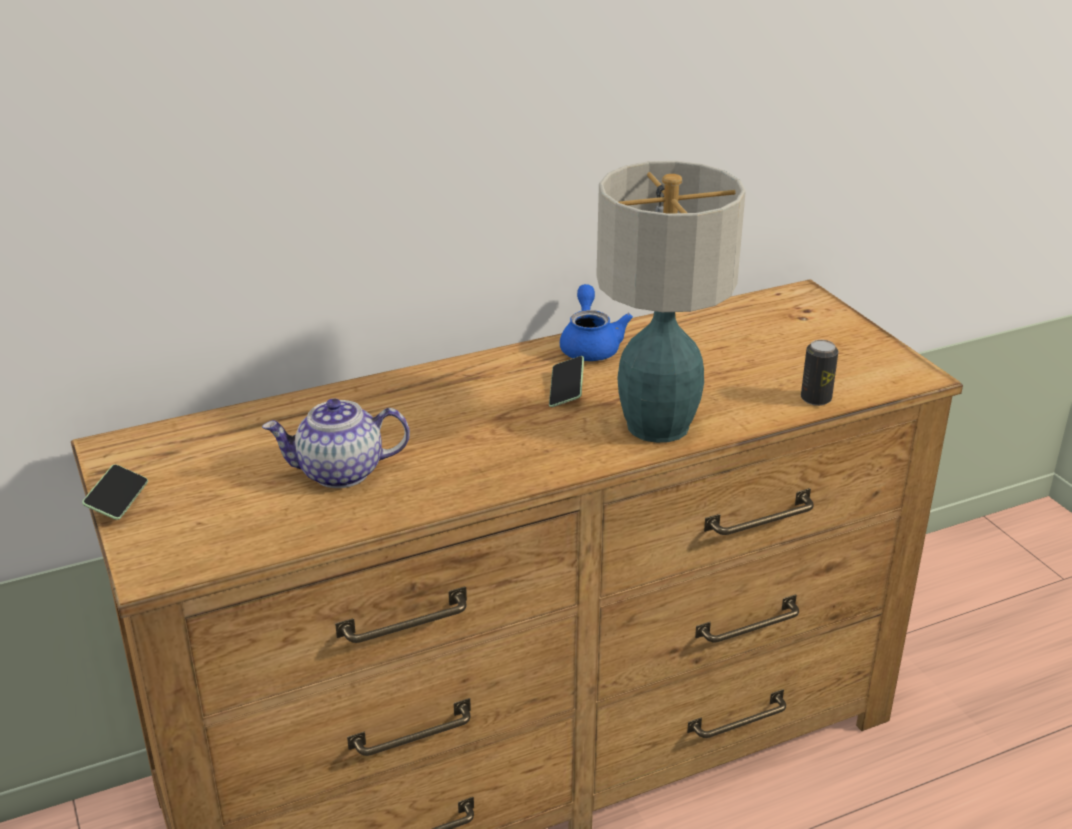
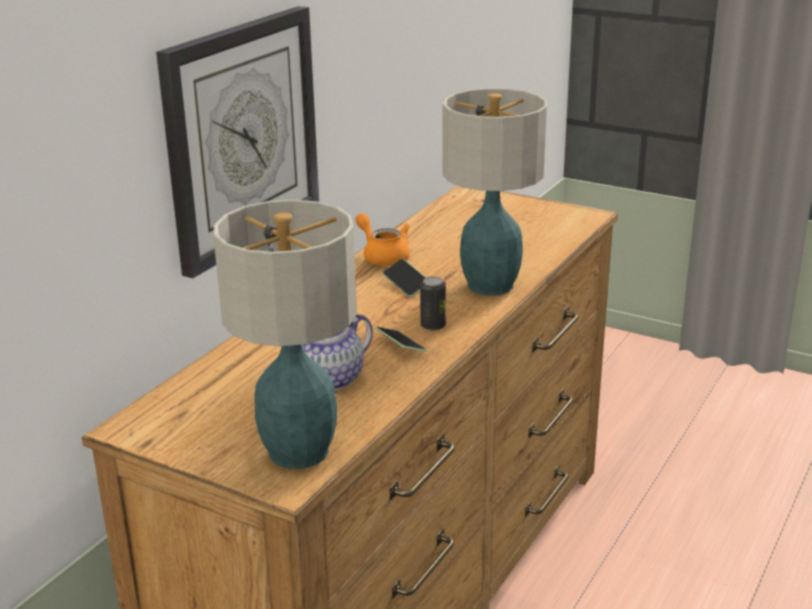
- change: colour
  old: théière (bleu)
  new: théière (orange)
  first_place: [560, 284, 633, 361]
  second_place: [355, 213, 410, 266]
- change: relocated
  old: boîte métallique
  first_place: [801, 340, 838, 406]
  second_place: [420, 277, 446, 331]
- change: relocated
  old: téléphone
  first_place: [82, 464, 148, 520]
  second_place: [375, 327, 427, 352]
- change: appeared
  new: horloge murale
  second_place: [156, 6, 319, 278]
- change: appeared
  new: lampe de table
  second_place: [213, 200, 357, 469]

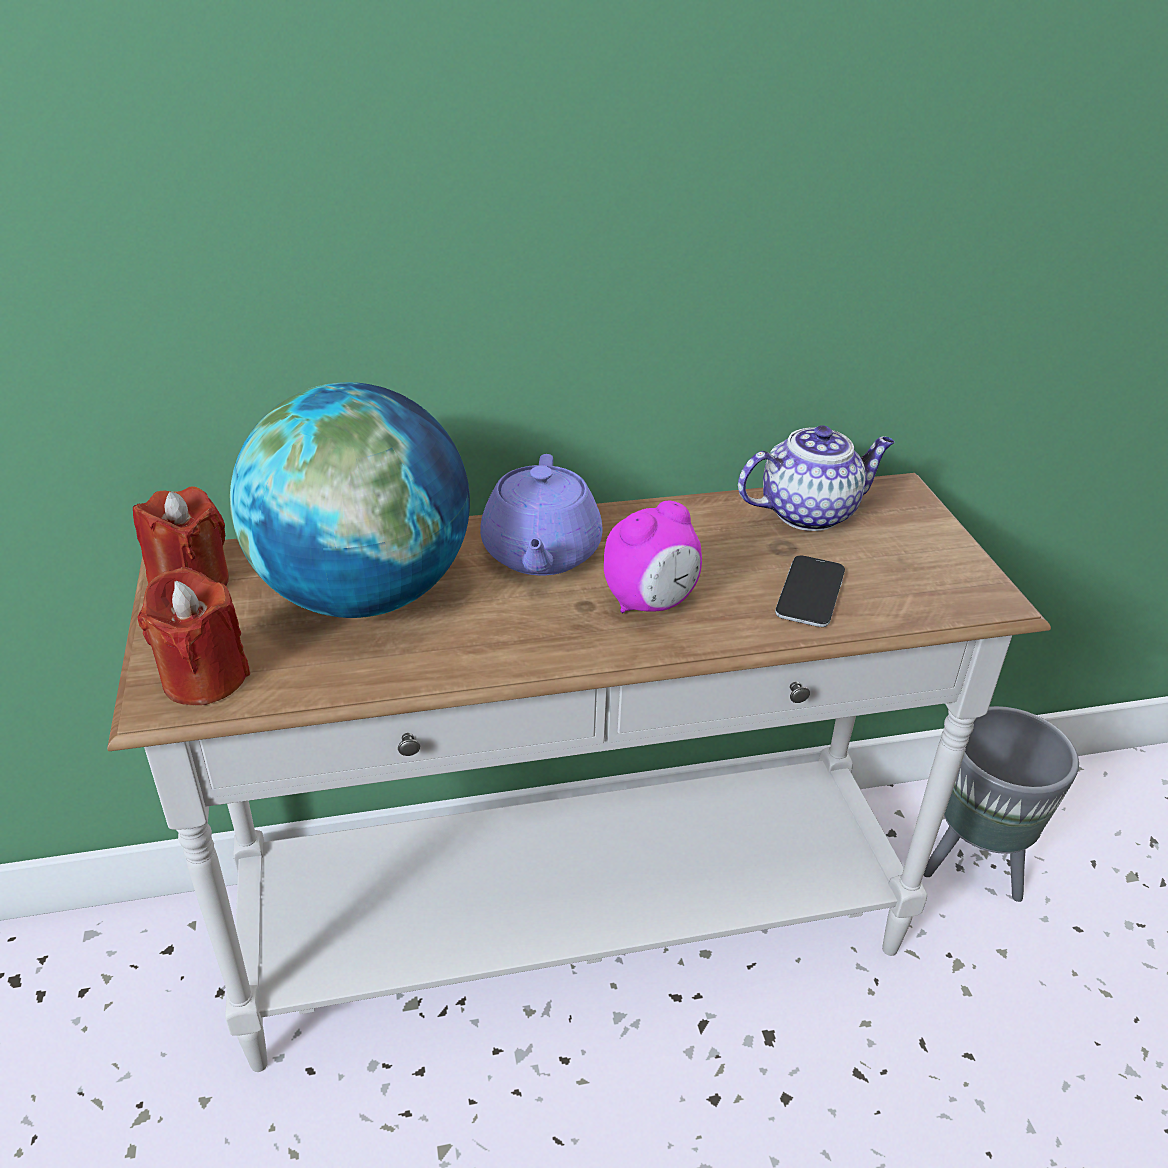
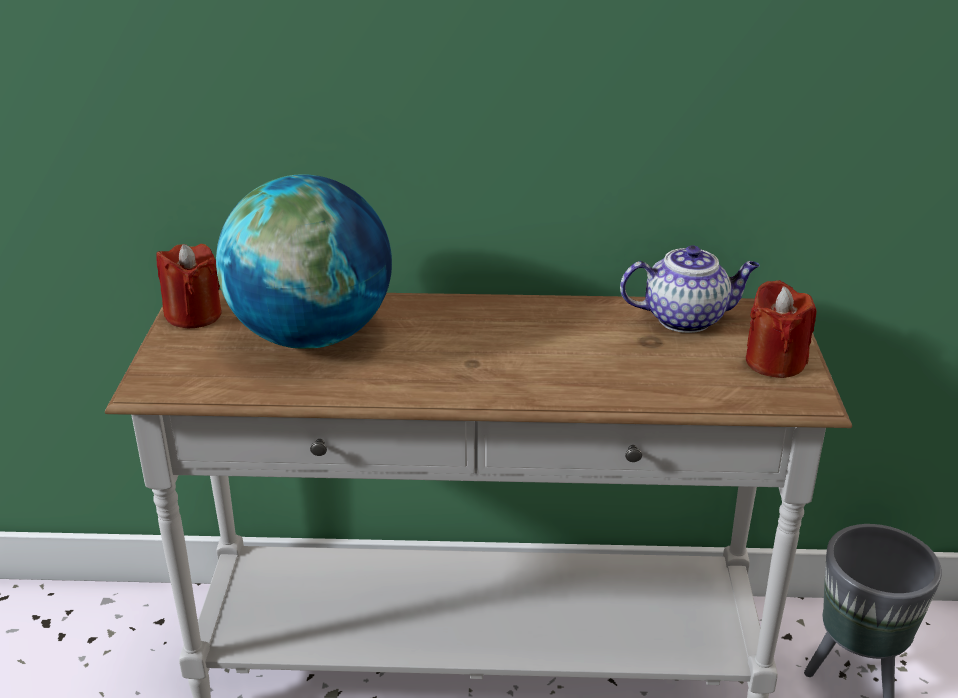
- change: missing
  old: théière (violet)
  first_place: [480, 454, 603, 575]
- change: missing
  old: réveil
  first_place: [604, 501, 702, 613]
- change: missing
  old: téléphone
  first_place: [775, 556, 845, 627]
- change: relocated
  old: bougie (rouge)
  first_place: [137, 567, 250, 705]
  second_place: [746, 280, 816, 378]

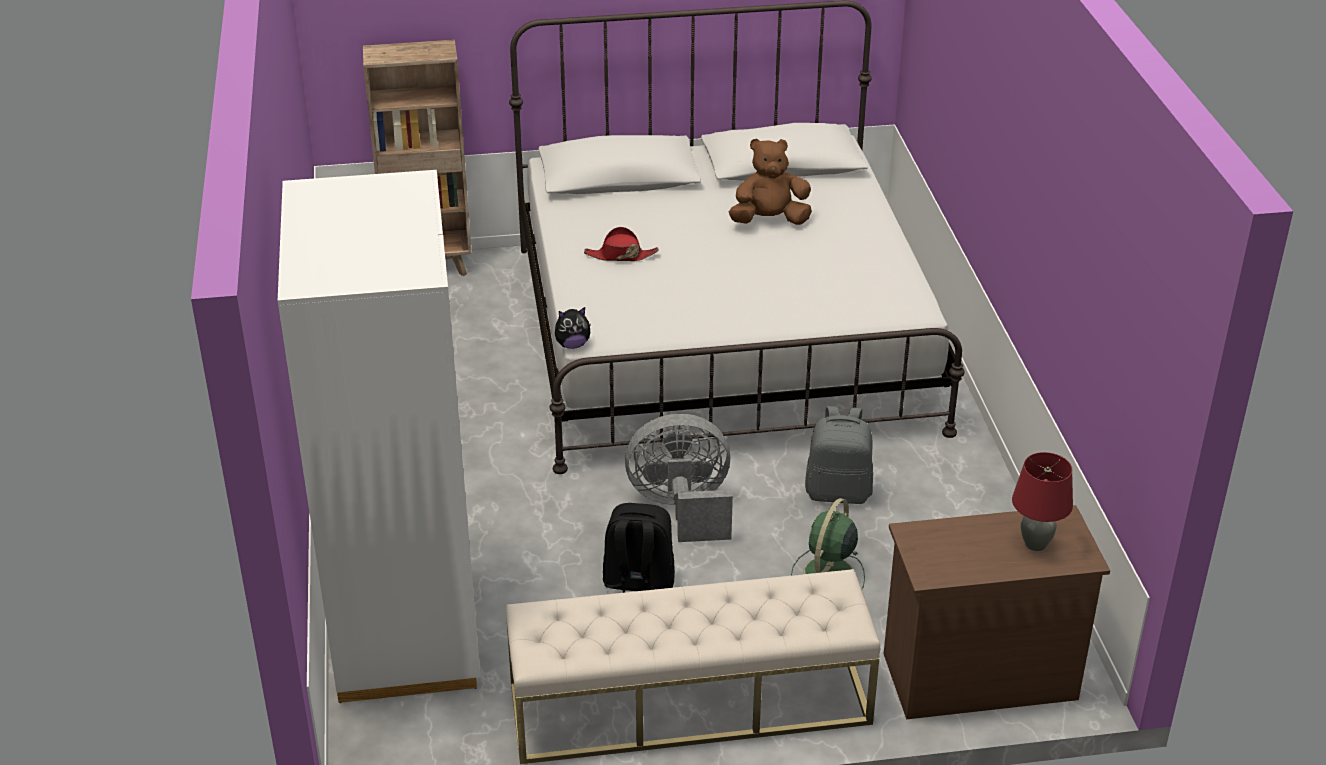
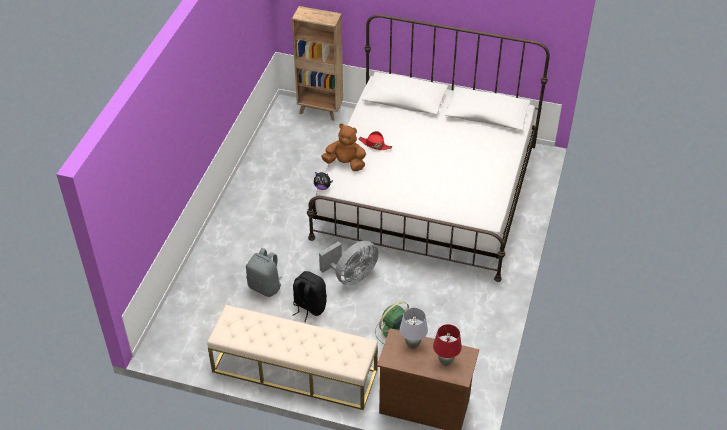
- change: relocated
  old: peluche (marron)
  first_place: [729, 138, 812, 225]
  second_place: [321, 124, 366, 171]
- change: missing
  old: armoire (blanc)
  first_place: [278, 170, 481, 703]
- change: relocated
  old: sac à dos (gris)
  first_place: [805, 406, 873, 504]
  second_place: [246, 248, 282, 297]
- change: spun
  old: ventilateur (gris)
  first_place: [625, 414, 733, 542]
  second_place: [319, 241, 379, 285]
  degrees: 120
- change: appeared
  new: lampe de table (gris)
  second_place: [400, 308, 428, 349]

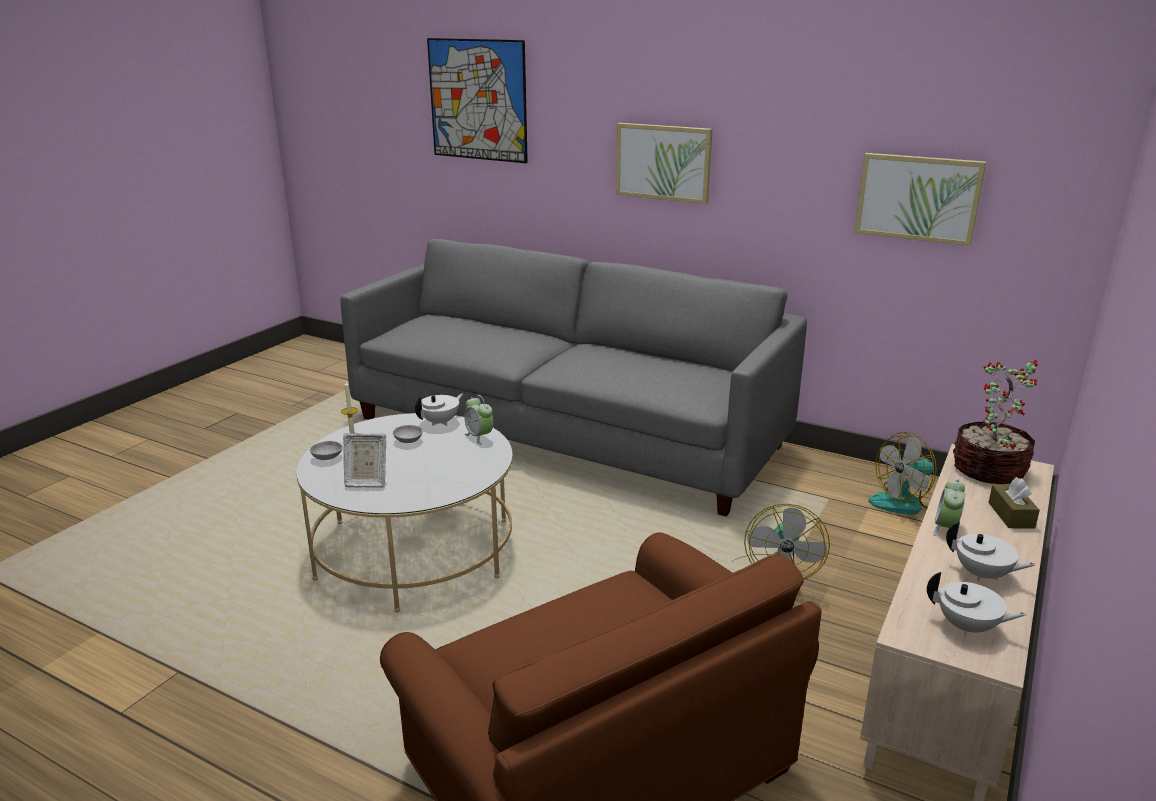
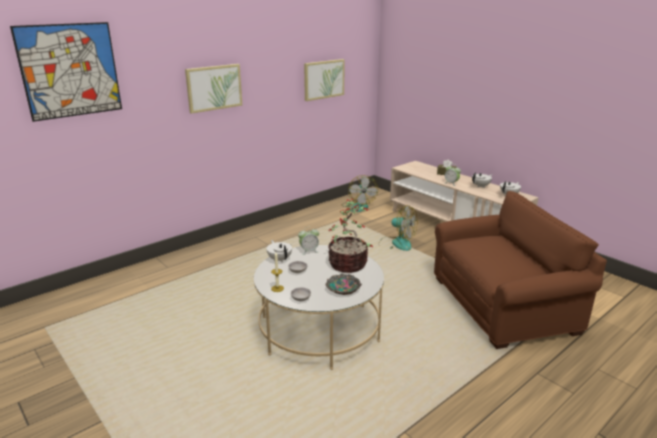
- change: missing
  old: canapé (gris)
  first_place: [340, 239, 807, 517]
- change: relocated
  old: plante en pot
  first_place: [953, 360, 1038, 484]
  second_place: [328, 198, 373, 273]
- change: exchanged
  old: cadre photo
  new: bol
  first_place: [343, 433, 387, 487]
  second_place: [325, 273, 362, 295]

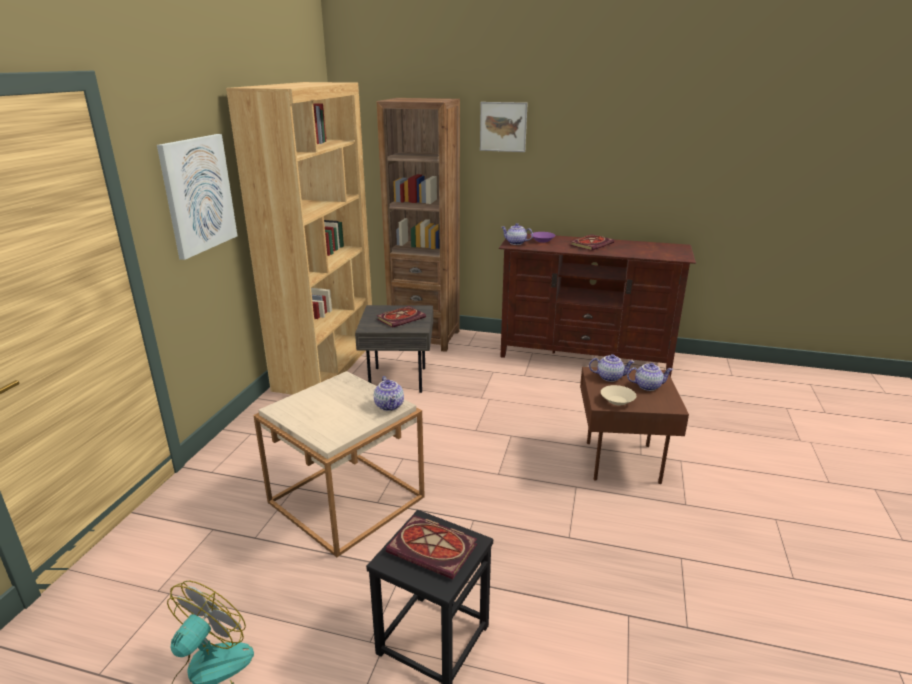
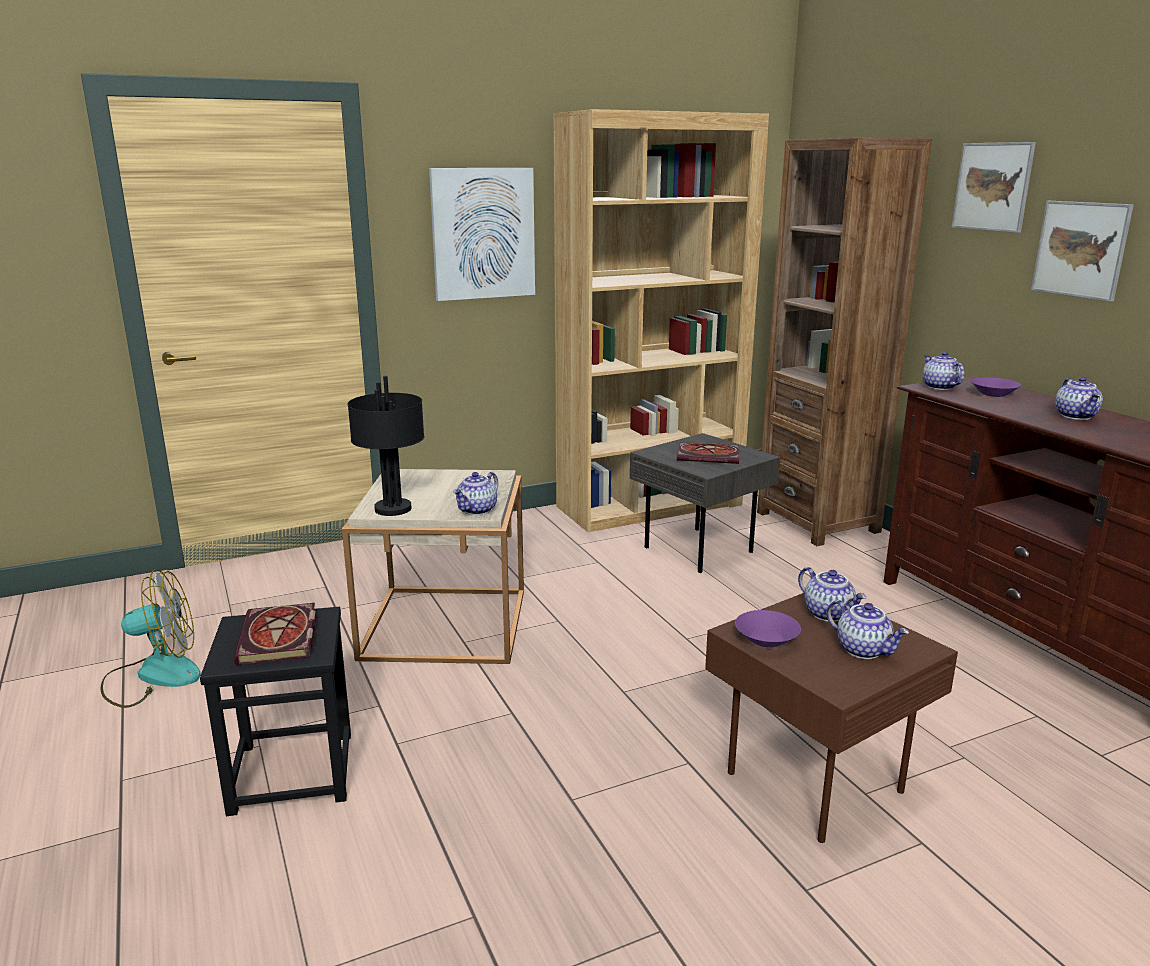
- change: exchanged
  old: livre
  new: théière
  first_place: [570, 234, 614, 251]
  second_place: [1055, 377, 1103, 420]
- change: colour
  old: bol (beige)
  new: bol (violet)
  first_place: [601, 385, 636, 406]
  second_place: [735, 610, 801, 647]
- change: appeared
  new: tableau
  second_place: [1031, 201, 1134, 302]
- change: appeared
  new: lampe de table (noir)
  second_place: [348, 376, 424, 516]

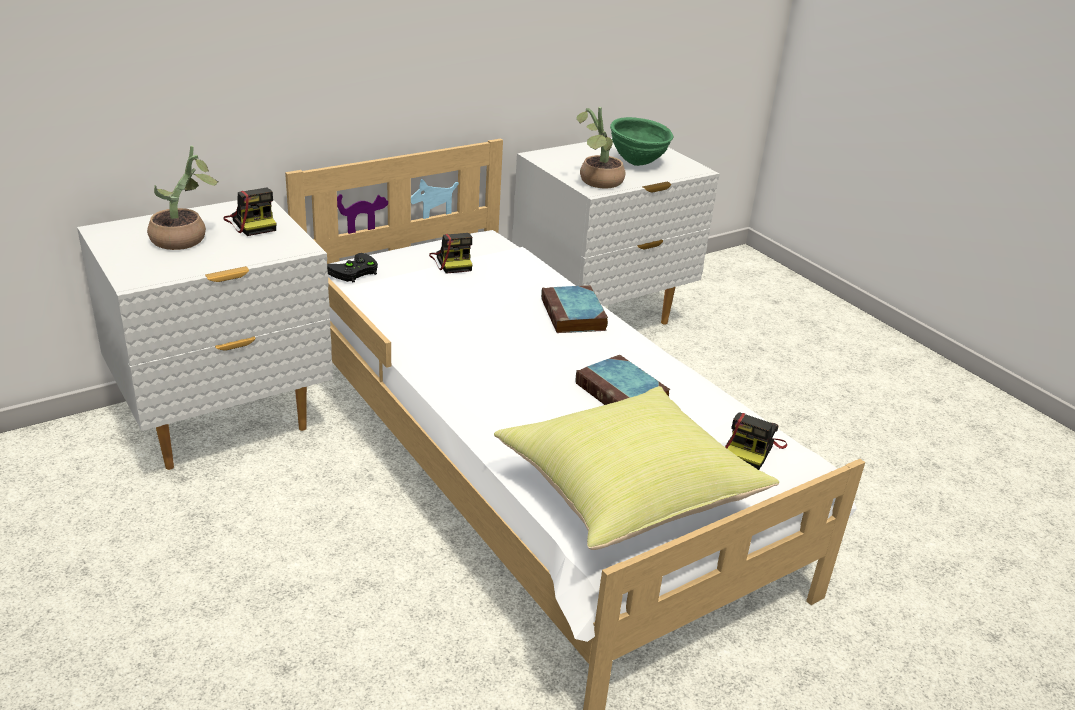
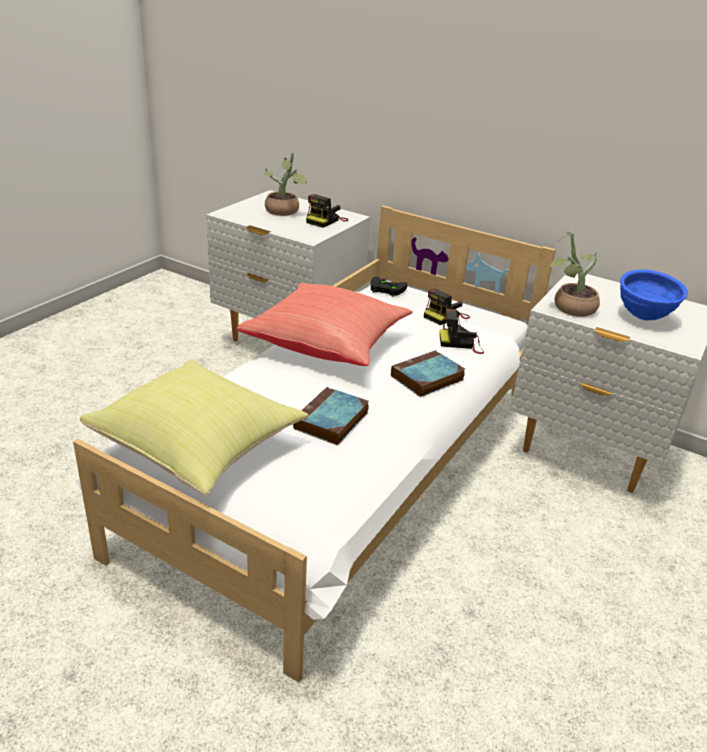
- change: colour
  old: bol (vert)
  new: bol (bleu)
  first_place: [610, 117, 673, 166]
  second_place: [620, 269, 688, 320]
- change: relocated
  old: appareil photo
  first_place: [725, 413, 787, 470]
  second_place: [440, 308, 484, 354]
- change: appeared
  new: coussin (rouge)
  second_place: [237, 283, 413, 366]

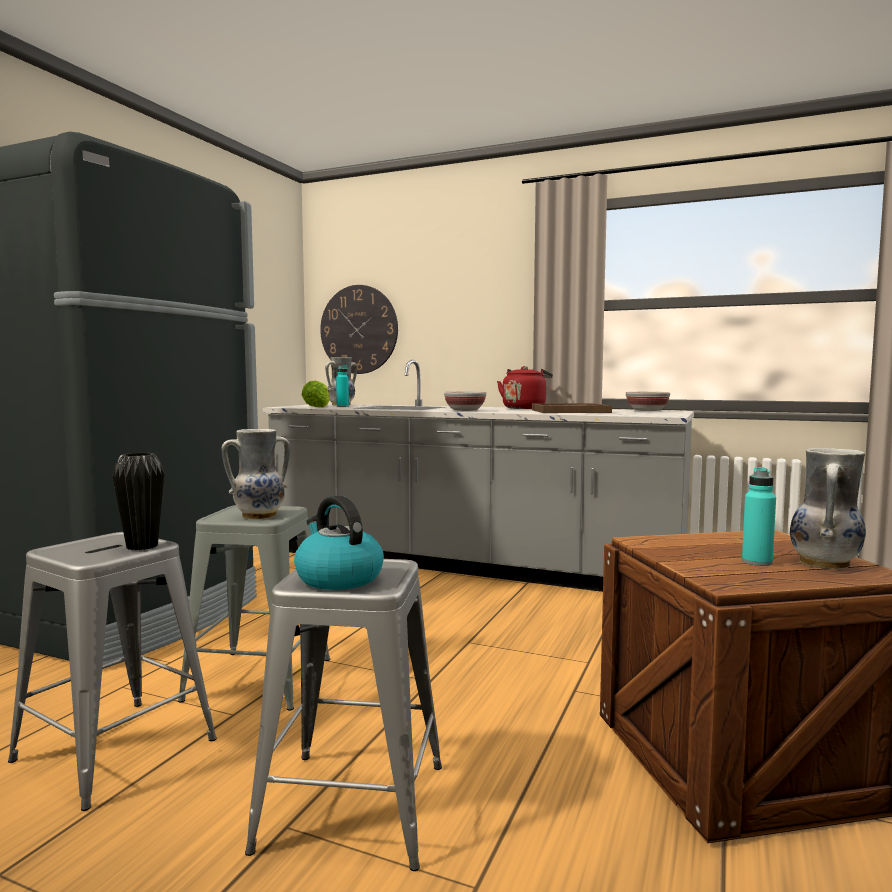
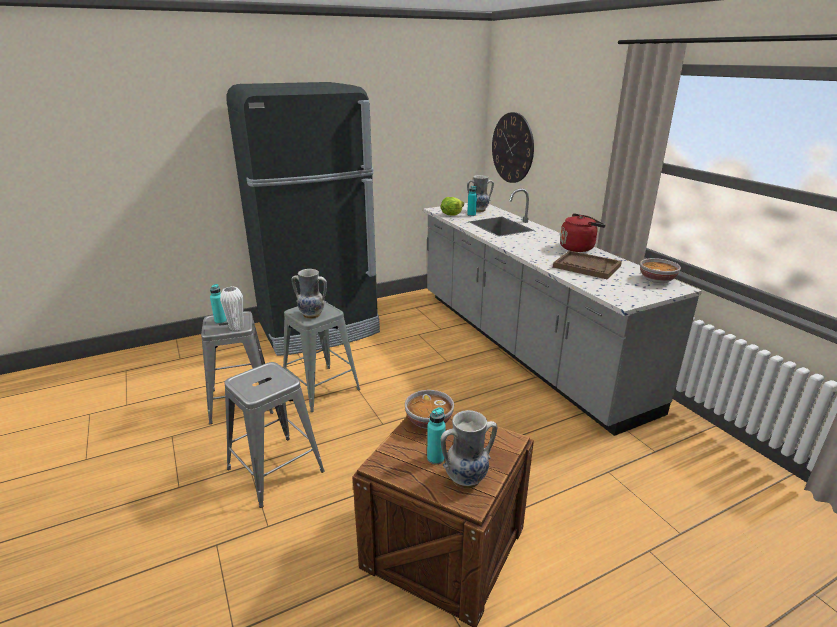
- change: relocated
  old: bol
  first_place: [444, 391, 486, 411]
  second_place: [405, 390, 454, 429]
- change: colour
  old: vase (noir)
  new: vase (blanc)
  first_place: [112, 453, 164, 550]
  second_place: [220, 286, 243, 331]
- change: missing
  old: bouilloire
  first_place: [294, 496, 384, 590]
- change: appeared
  new: bouteille (turquoise)
  second_place: [210, 284, 227, 324]

